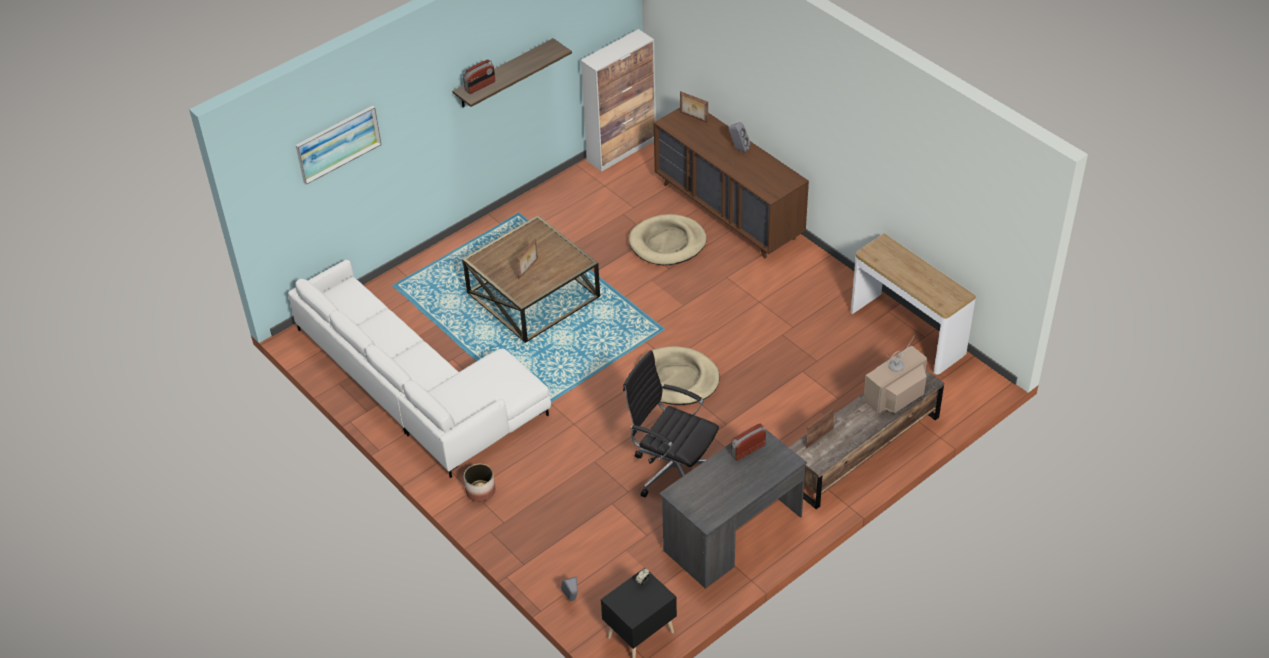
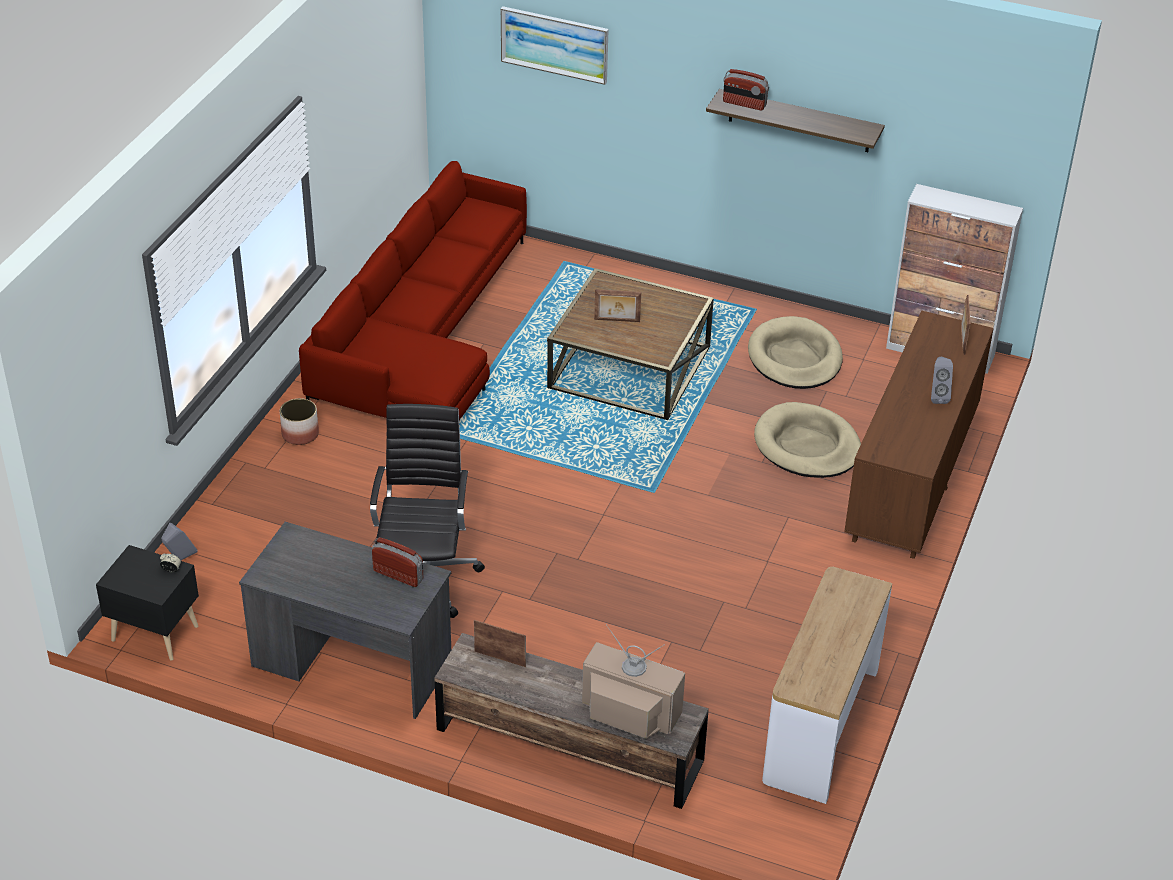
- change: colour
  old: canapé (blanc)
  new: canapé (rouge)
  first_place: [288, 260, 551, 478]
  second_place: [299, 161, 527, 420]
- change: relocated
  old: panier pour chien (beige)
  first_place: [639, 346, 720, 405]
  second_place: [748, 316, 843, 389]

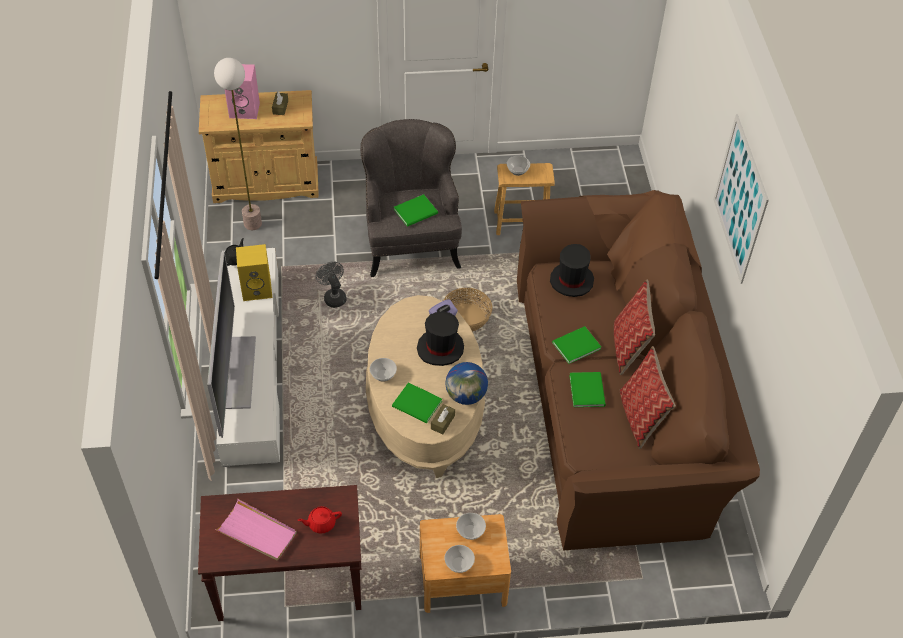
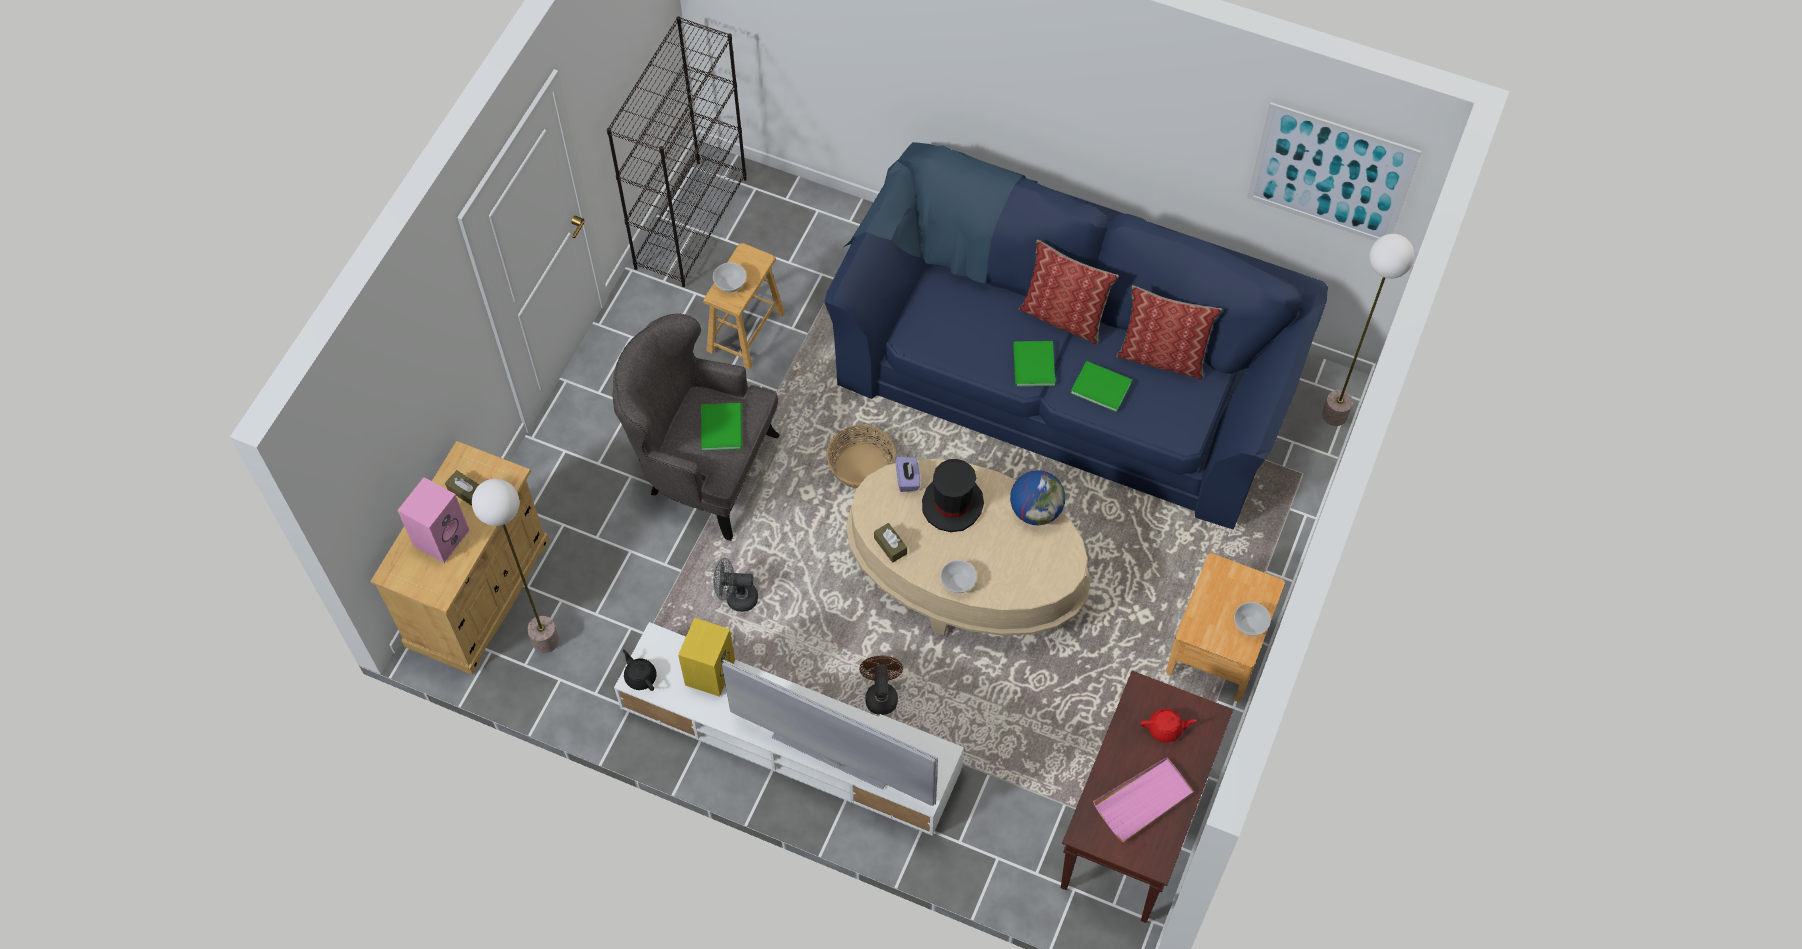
- change: relocated
  old: tableau
  first_place: [713, 114, 769, 284]
  second_place: [1247, 102, 1422, 241]
- change: colour
  old: canapé (marron)
  new: canapé (bleu)
  first_place: [517, 190, 760, 551]
  second_place: [824, 142, 1328, 530]
- change: missing
  old: chapeau (noir)
  first_place: [550, 244, 594, 297]
- change: missing
  old: livre (vert)
  first_place: [392, 383, 442, 423]
- change: relocated
  old: boîte à mouchoirs (marron)
  first_place: [431, 404, 455, 434]
  second_place: [874, 523, 907, 563]
- change: spun
  old: théière (rouge)
  first_place: [298, 506, 342, 533]
  second_place: [1141, 709, 1197, 743]
  degrees: -105
- change: missing
  old: bol
  first_place: [456, 513, 486, 540]
- change: appeared
  new: bibliothèque (noir)
  second_place: [607, 16, 747, 287]
- change: appeared
  new: lampadaire
  second_place: [1322, 234, 1414, 426]
- change: appeared
  new: ventilateur (marron)
  second_place: [859, 656, 903, 715]

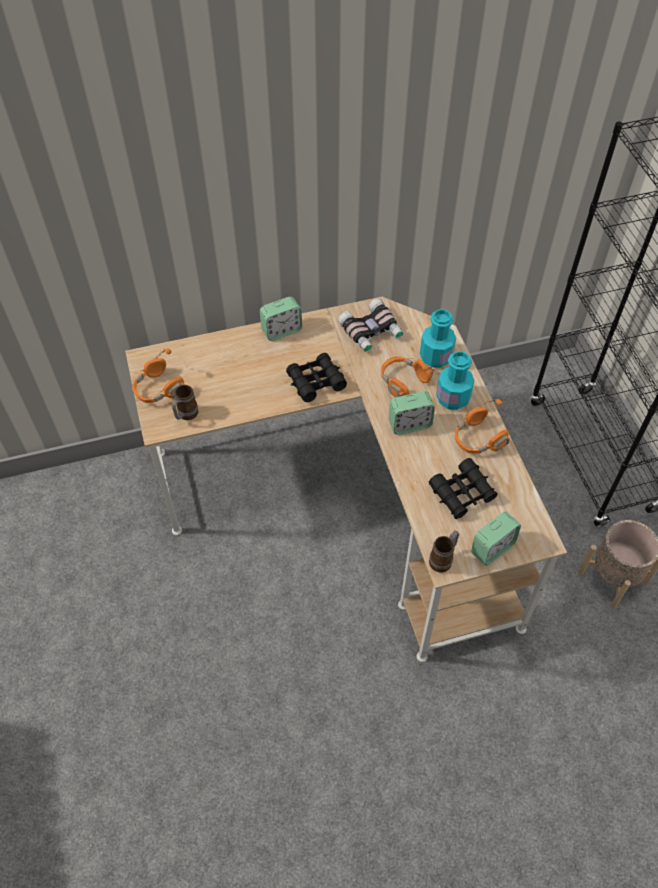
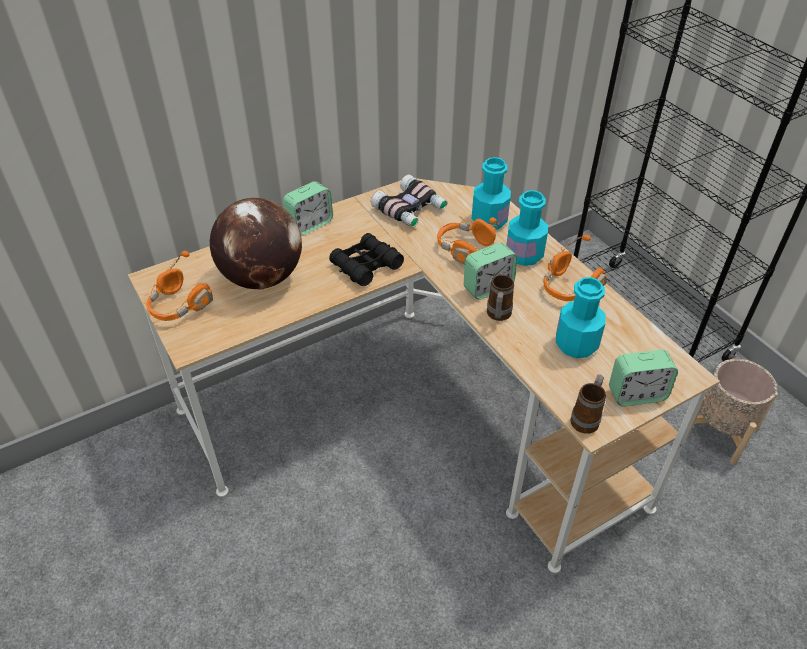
- change: relocated
  old: mug
  first_place: [172, 385, 198, 420]
  second_place: [487, 275, 514, 321]
- change: exchanged
  old: jumelles (noir)
  new: bouteille (turquoise)
  first_place: [429, 458, 498, 519]
  second_place: [556, 277, 606, 358]
- change: spun
  old: réveil
  first_place: [471, 511, 521, 566]
  second_place: [609, 350, 678, 406]
  degrees: 45
- change: appeared
  new: globe
  second_place: [210, 198, 302, 290]

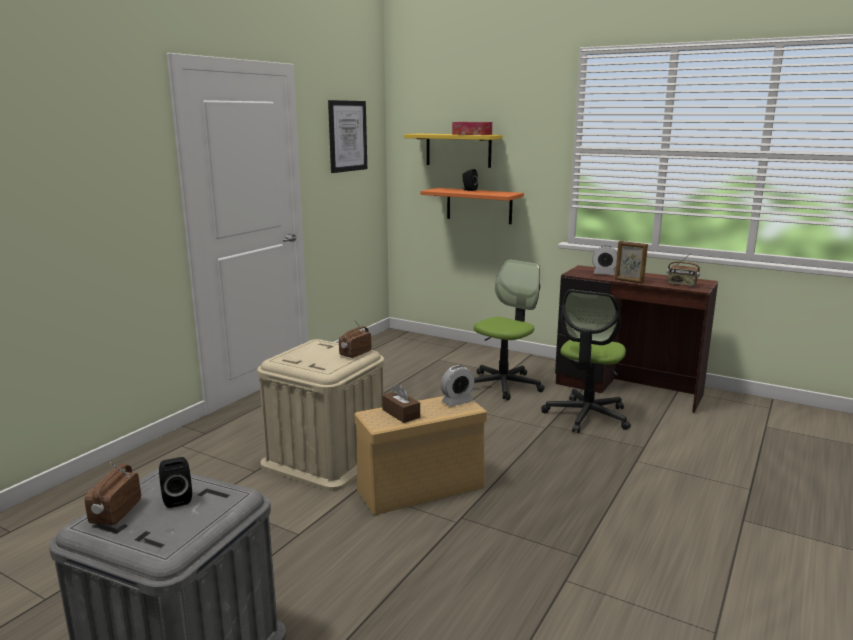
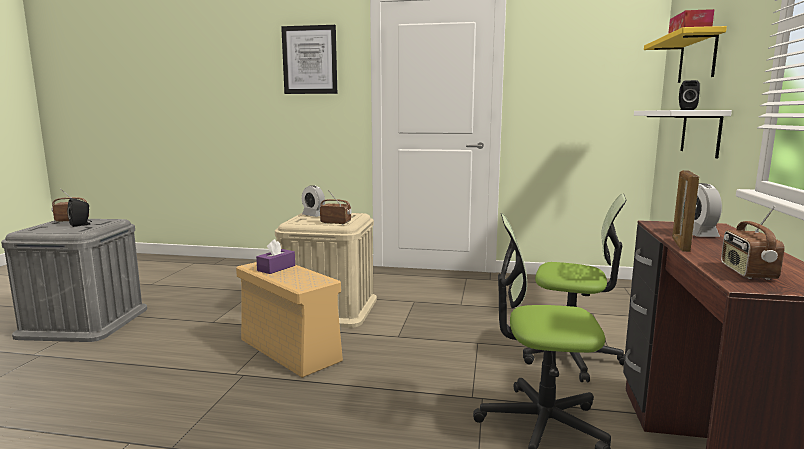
- change: relocated
  old: tableau
  first_place: [328, 100, 367, 173]
  second_place: [281, 25, 337, 94]
- change: colour
  old: étagère (orange)
  new: étagère (blanc)
  first_place: [420, 188, 524, 224]
  second_place: [634, 110, 732, 158]
- change: relocated
  old: réveil
  first_place: [441, 365, 474, 407]
  second_place: [302, 185, 325, 217]
- change: colour
  old: boîte à mouchoirs (marron)
  new: boîte à mouchoirs (violet)
  first_place: [382, 384, 420, 423]
  second_place: [256, 239, 295, 274]

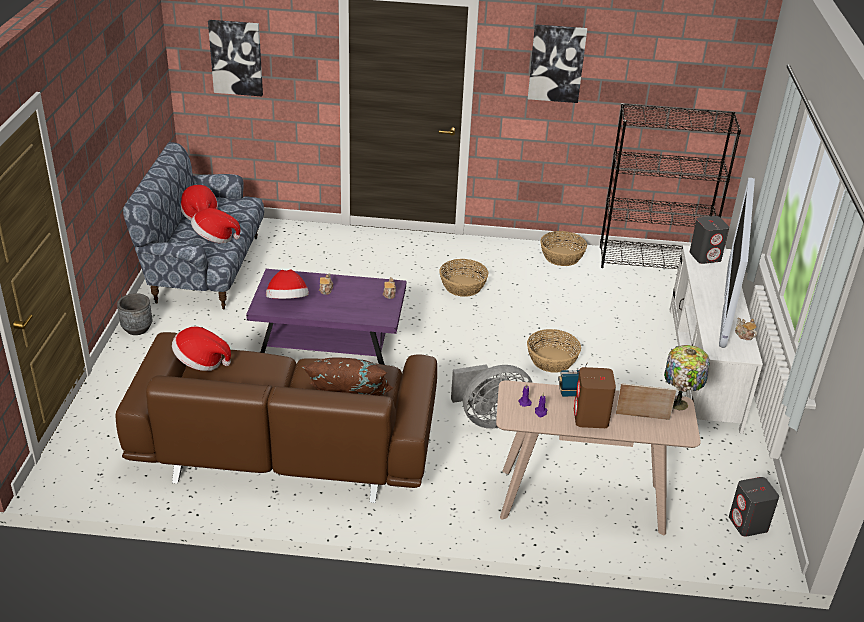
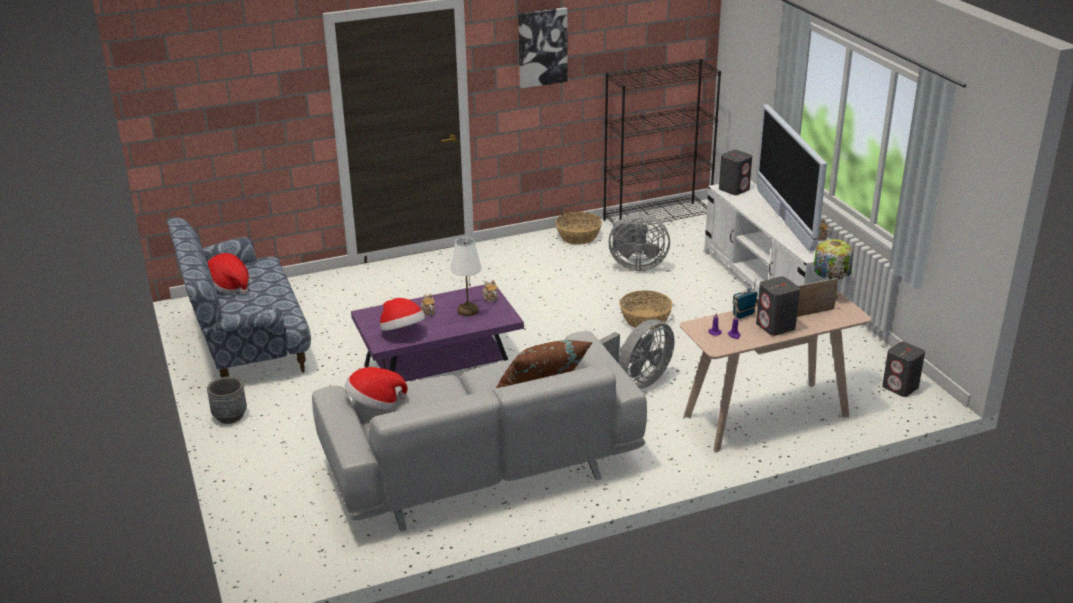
- change: missing
  old: tableau
  first_place: [208, 20, 263, 96]
- change: missing
  old: chapeau
  first_place: [191, 208, 240, 243]
- change: missing
  old: panier
  first_place: [439, 259, 489, 297]
- change: colour
  old: canapé (marron)
  new: canapé (gris)
  first_place: [116, 332, 437, 503]
  second_place: [312, 331, 647, 531]
- change: colour
  old: enceinte (marron)
  new: enceinte (gris)
  first_place: [574, 367, 616, 428]
  second_place: [756, 276, 800, 336]
- change: appeared
  new: ventilateur (gris)
  second_place: [608, 214, 670, 271]
- change: appeared
  new: lampe de table (blanc)
  second_place: [450, 237, 482, 316]

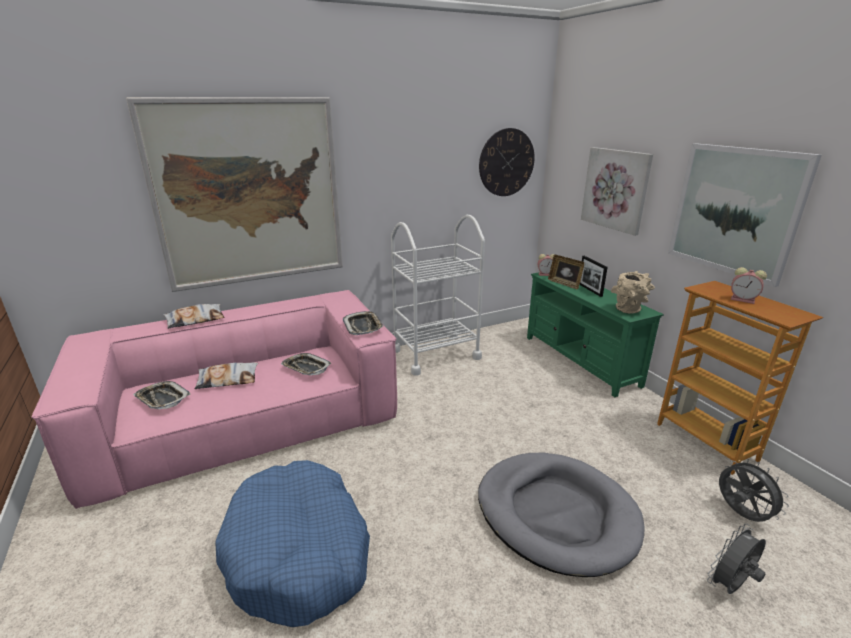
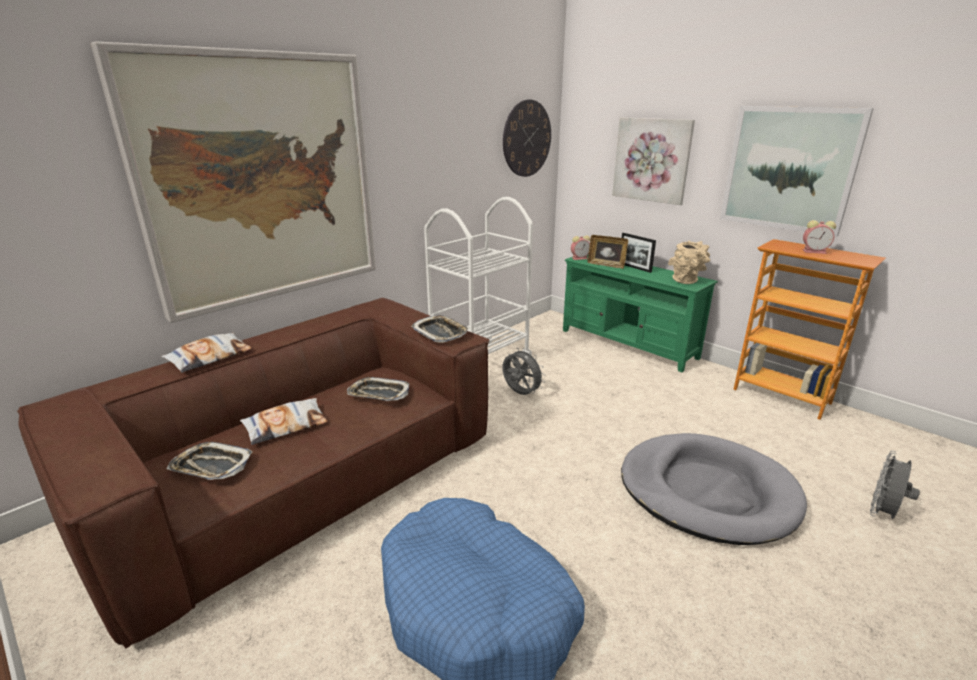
- change: colour
  old: canapé (rose)
  new: canapé (marron)
  first_place: [32, 290, 397, 509]
  second_place: [17, 298, 489, 648]
- change: relocated
  old: ventilateur (gris)
  first_place: [719, 459, 789, 522]
  second_place: [502, 348, 545, 395]

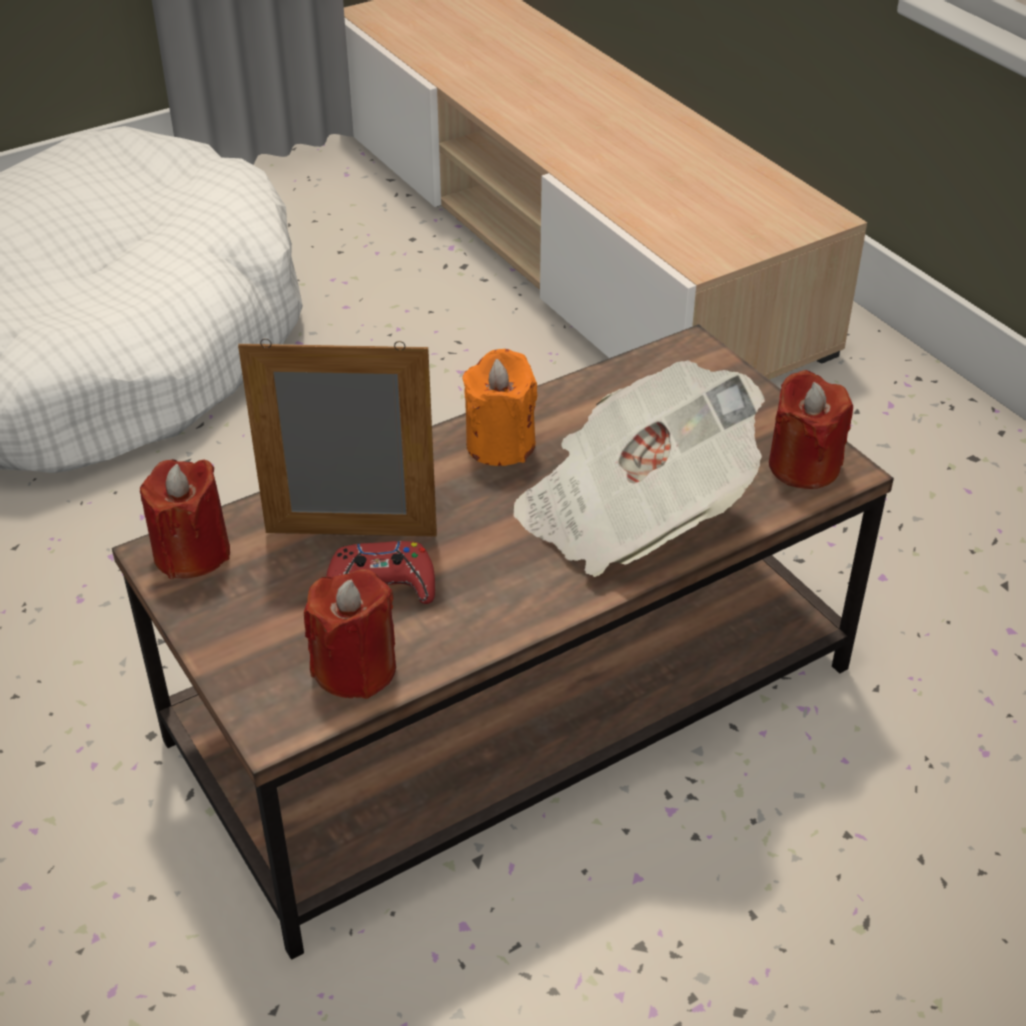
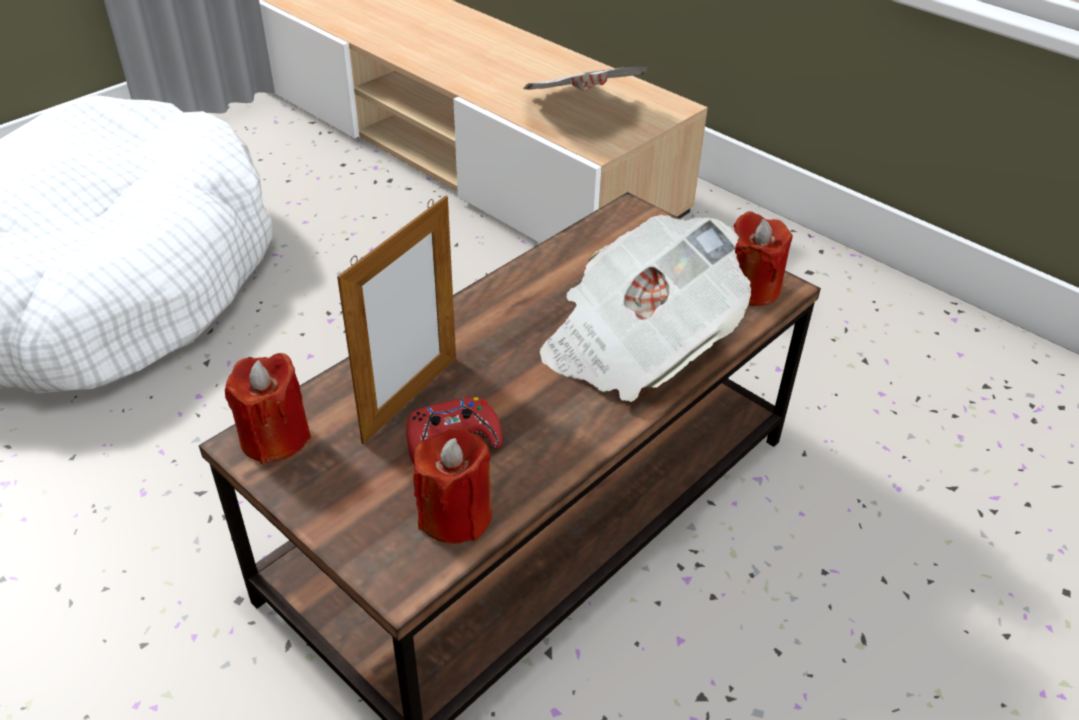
- change: spun
  old: cadre photo
  first_place: [238, 339, 437, 537]
  second_place: [337, 196, 456, 444]
  degrees: 135
- change: missing
  old: bougie (orange)
  first_place: [462, 349, 537, 466]
- change: appeared
  new: journal
  second_place: [524, 66, 648, 92]

